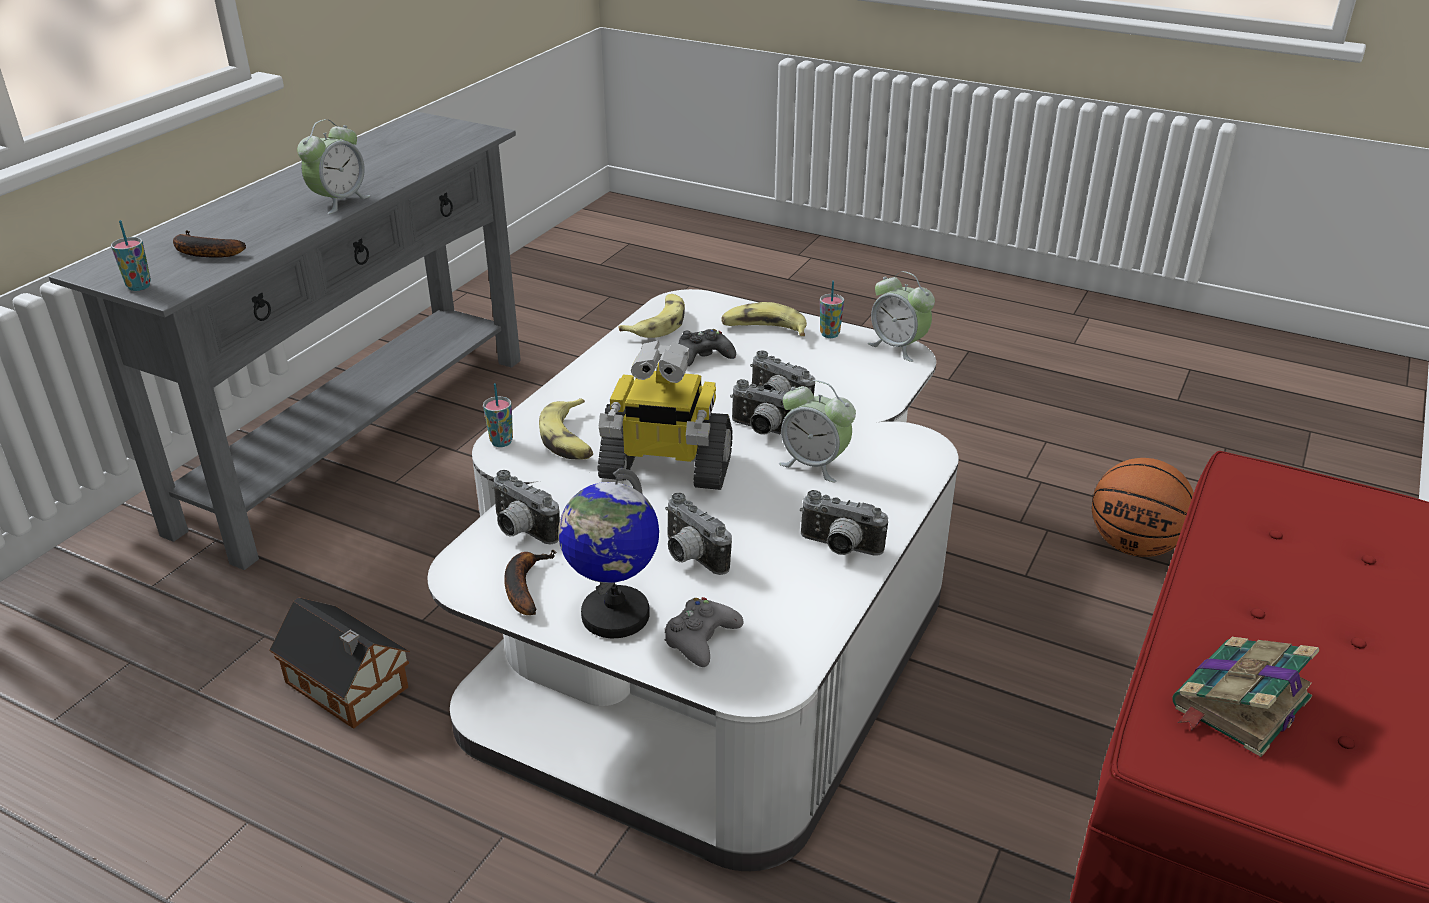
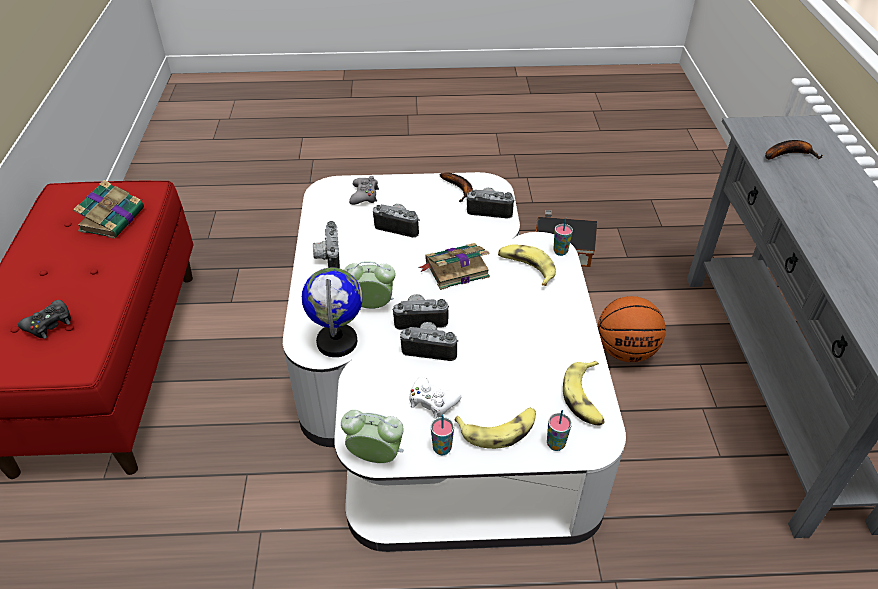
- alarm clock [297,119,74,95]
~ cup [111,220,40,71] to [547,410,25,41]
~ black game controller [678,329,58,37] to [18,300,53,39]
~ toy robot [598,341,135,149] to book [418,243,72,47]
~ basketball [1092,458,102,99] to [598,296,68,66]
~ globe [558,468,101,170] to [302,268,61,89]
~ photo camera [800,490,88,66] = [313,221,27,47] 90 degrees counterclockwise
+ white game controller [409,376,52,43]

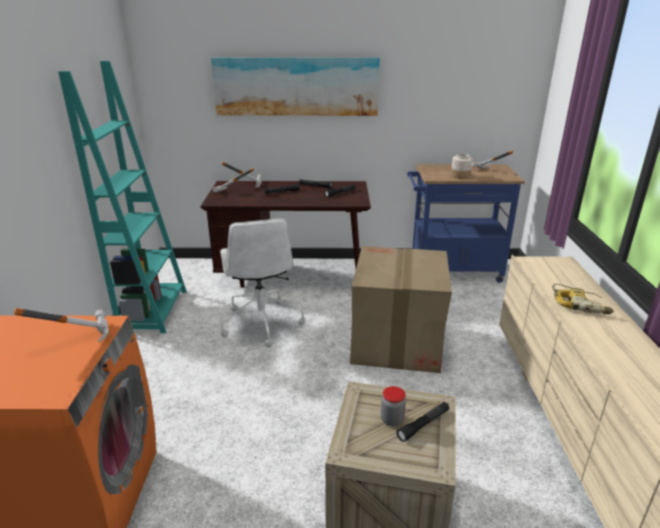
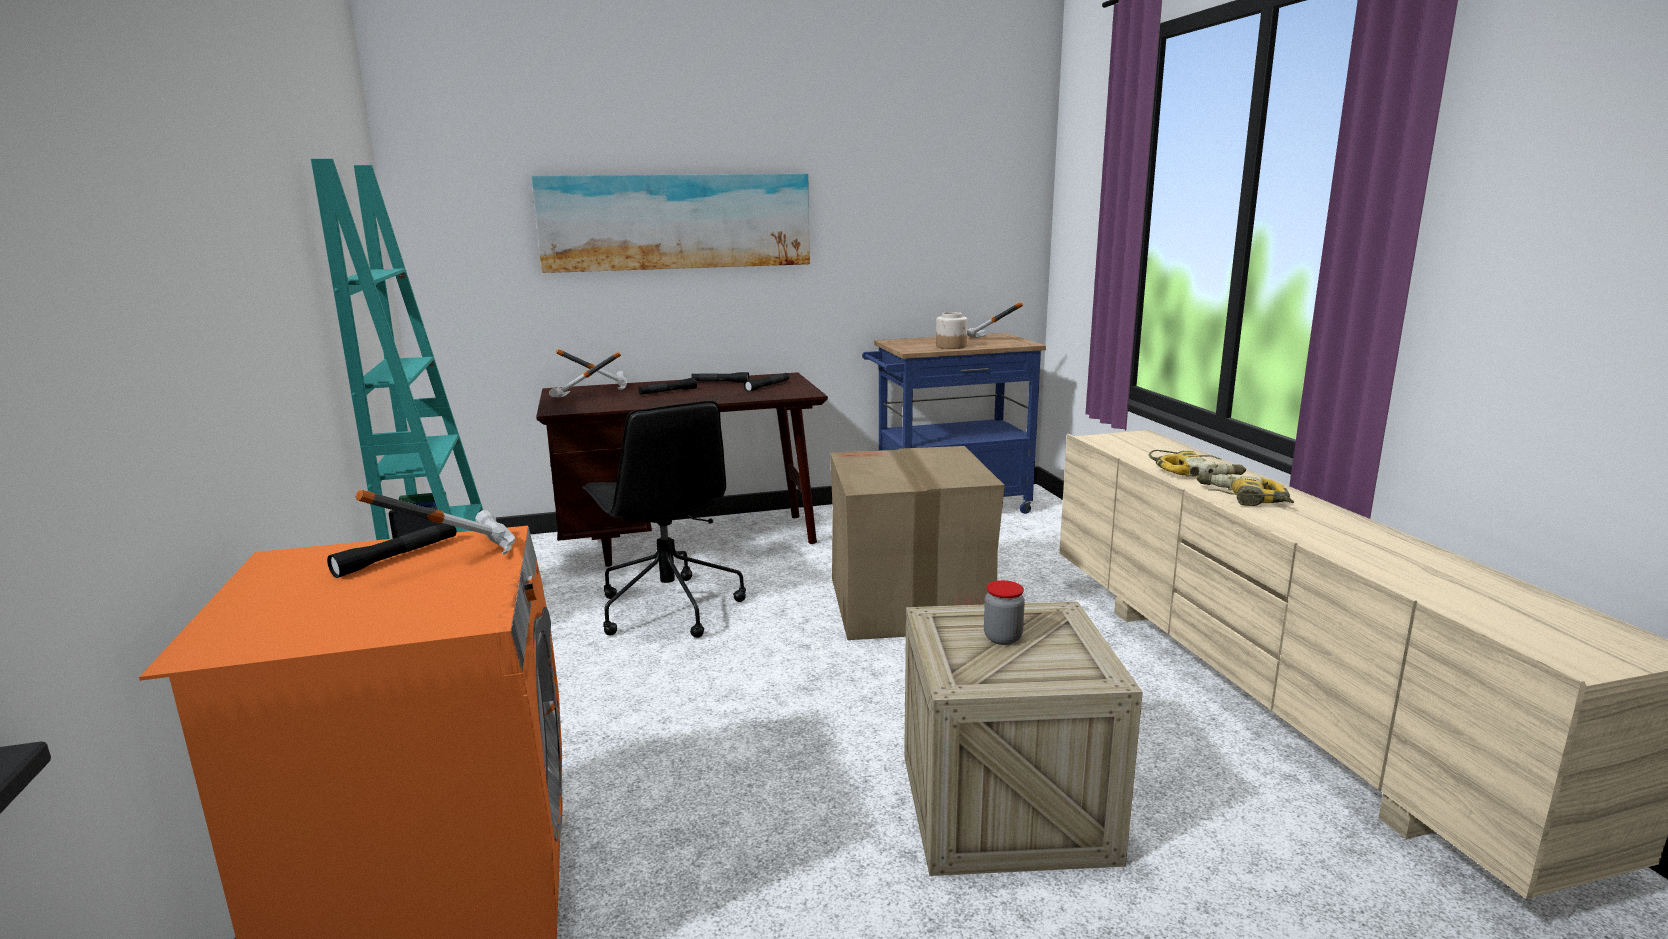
~ white office chair [220,218,85,129] to black office chair [582,401,164,237]
~ black flashlight [397,402,52,40] to [327,523,129,55]
+ power drill [1196,473,98,33]

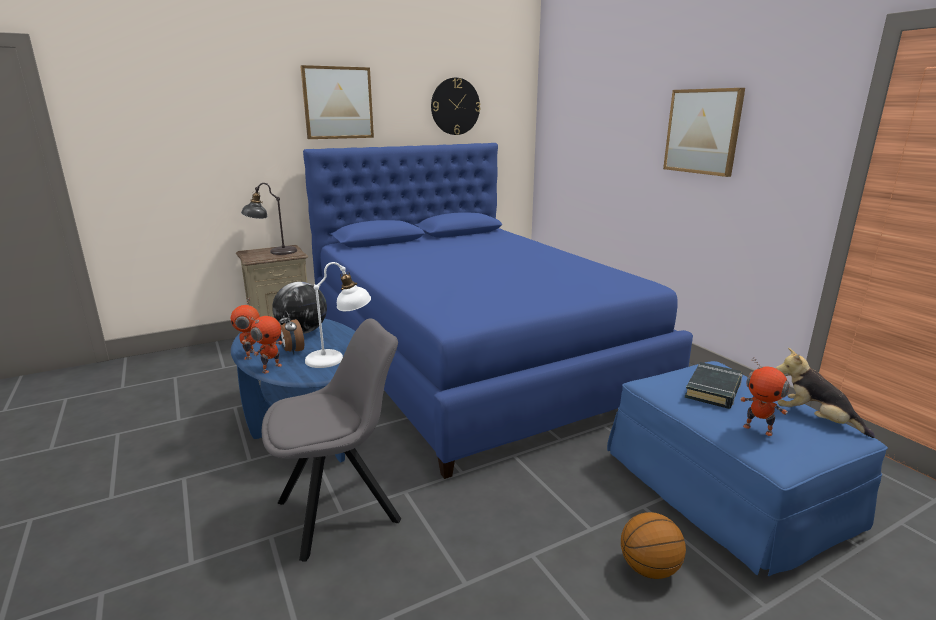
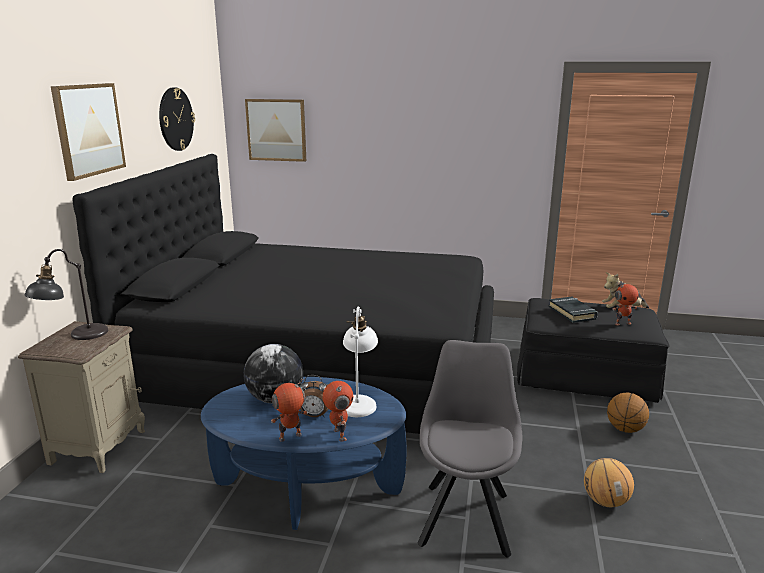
~ picture [663,88,82,89] to [245,99,61,63]
~ blue bed [303,143,390,336] to black bed [72,154,422,280]
~ toy robot [231,297,29,63] = [271,379,37,63] 120 degrees clockwise
~ blue ottoman [607,361,281,215] to black ottoman [517,298,152,105]
+ basketball [584,458,50,49]

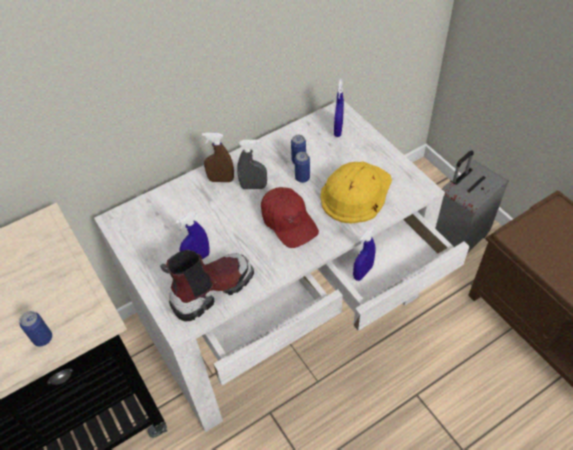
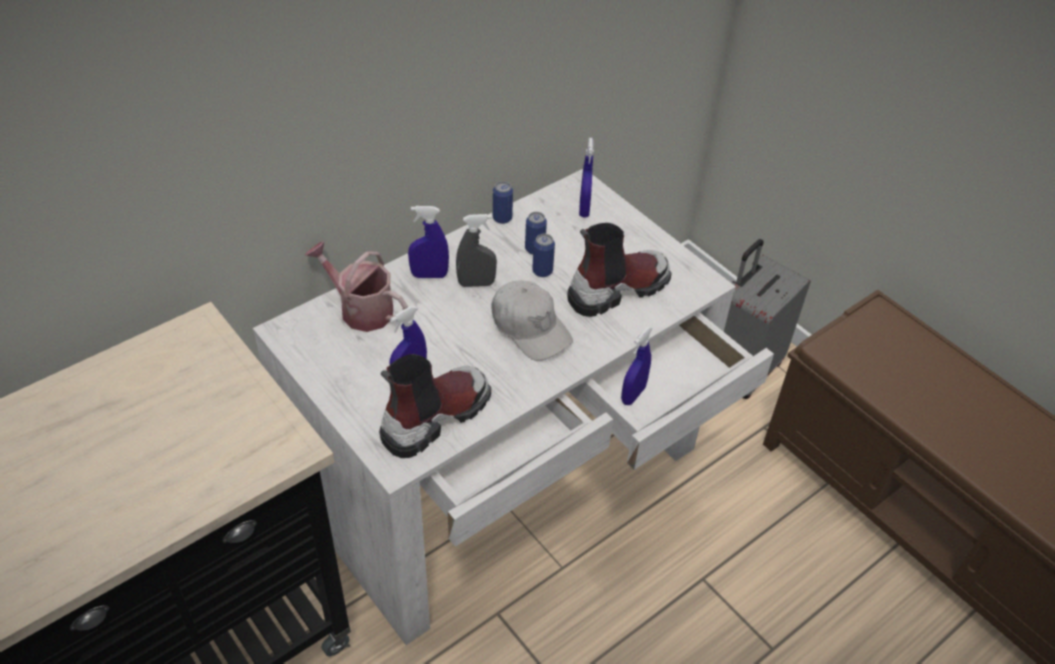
~ brown spray bottle [202,133,32,49] to blue spray bottle [408,206,41,72]
~ yellow hard hat [320,161,72,63] to boot [568,223,104,94]
~ red cap [261,187,58,61] to white cap [491,280,82,81]
~ can [20,311,32,36] to [493,181,20,43]
+ watering can [305,242,103,90]

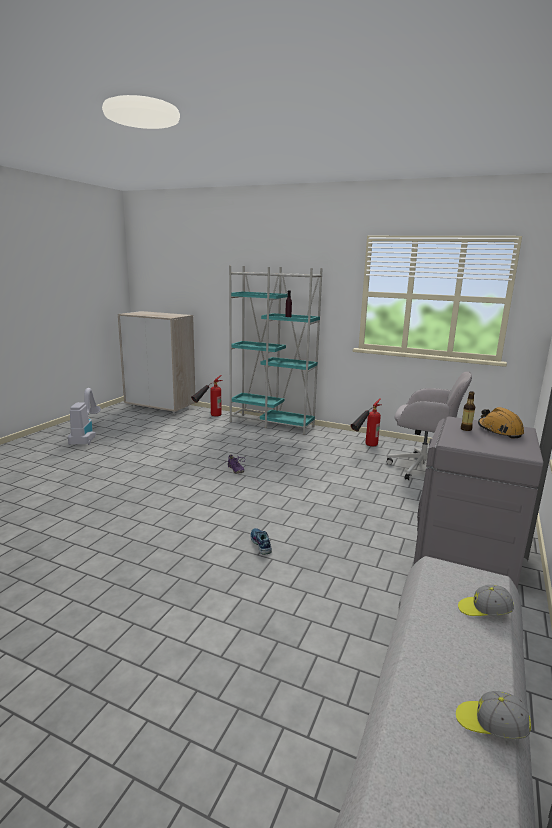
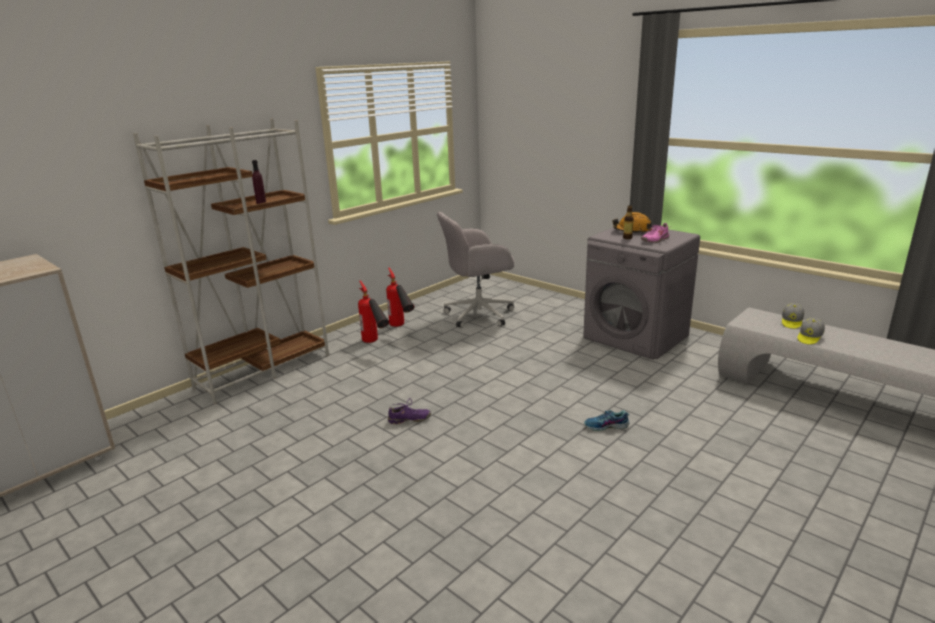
~ turquoise bookcase [229,266,94,169] to brown bookcase [133,119,196,285]
~ grey office chair [386,372,86,108] = [437,212,77,116] 150 degrees counterclockwise
~ fire extinguisher [191,375,32,41] to [358,281,31,62]
- vacuum cleaner [68,388,33,57]
~ cap [456,691,75,48] to [797,318,28,27]
+ pink shoe [641,223,29,20]

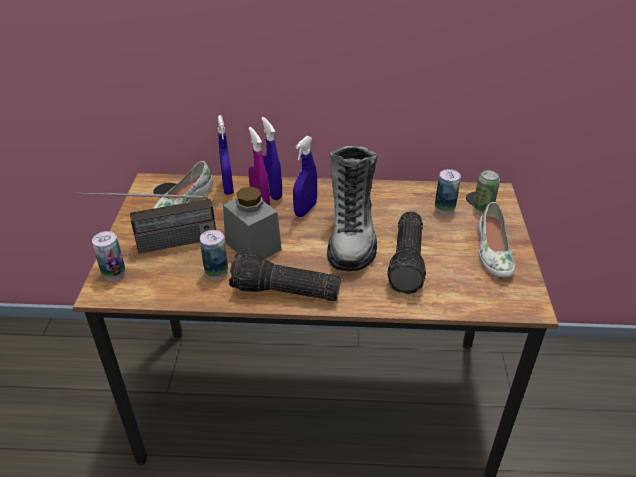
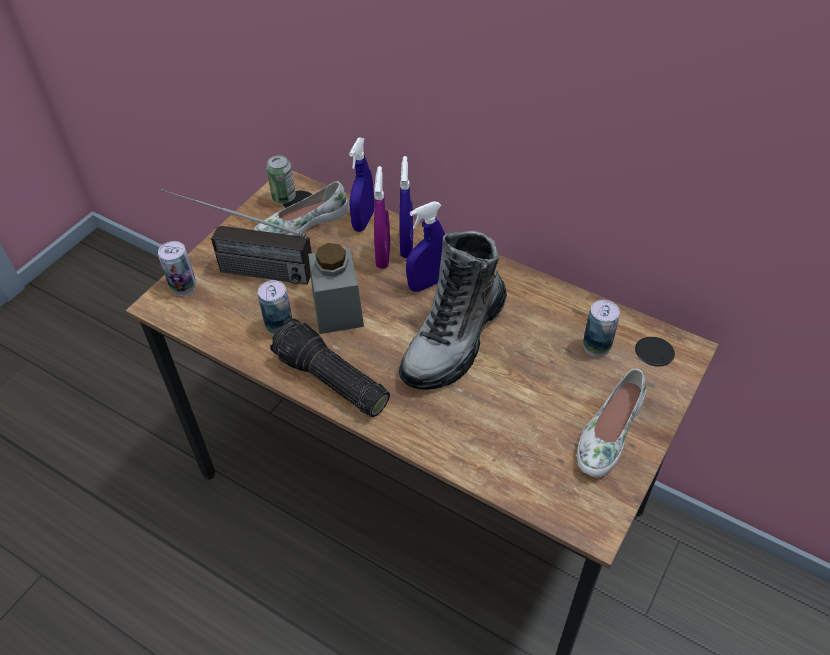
~ can [473,170,27,42] to [266,155,30,49]
- flashlight [387,211,39,83]

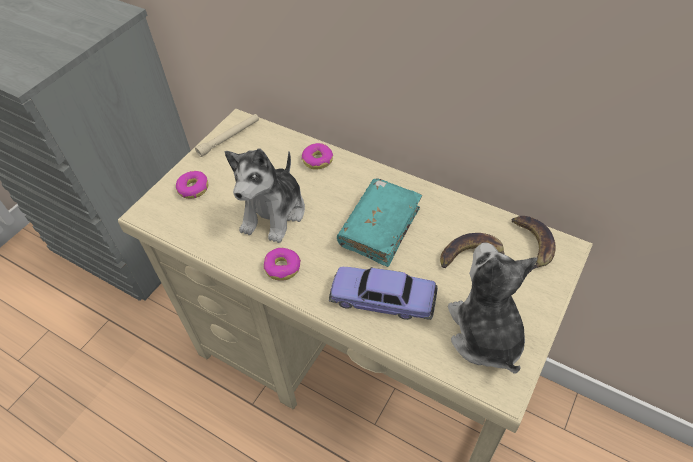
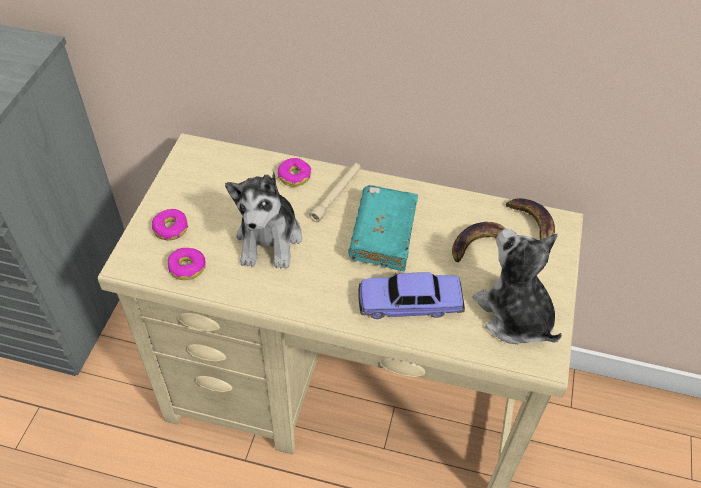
~ beige flashlight [195,114,64,43] to [309,163,52,59]
~ donut [264,248,37,33] to [168,248,38,32]

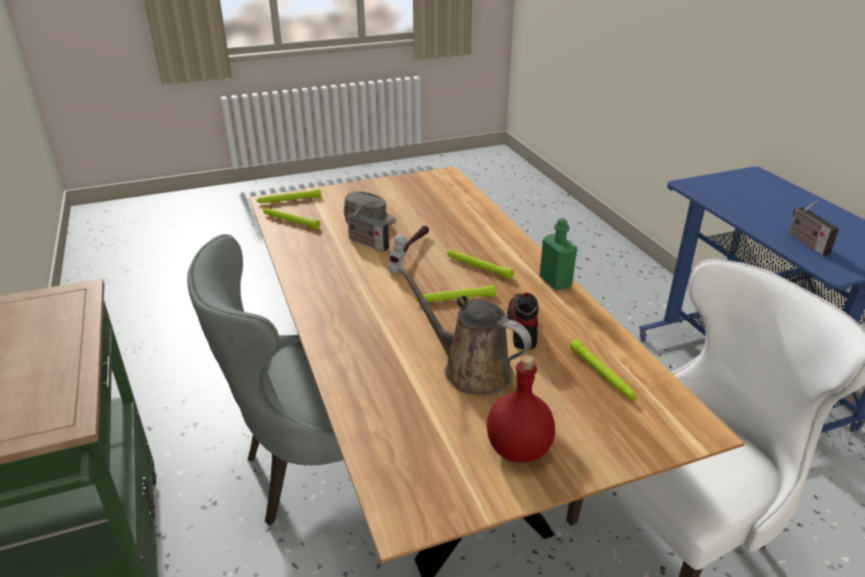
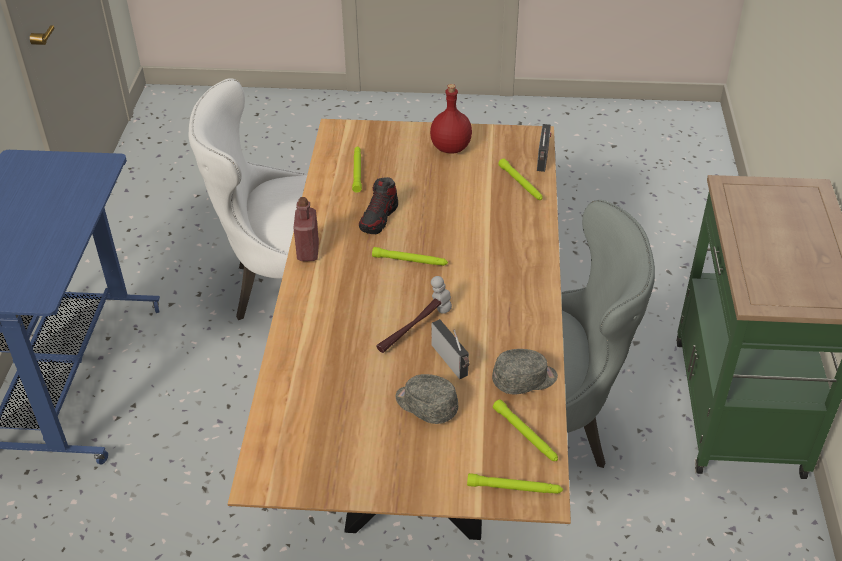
~ radio [789,200,50,56] to [537,124,14,48]
~ green bottle [540,218,37,72] to red bottle [293,197,26,64]
~ green flashlight [447,250,67,29] to [498,158,45,42]
- brown watering can [398,266,134,130]
+ grey cap [492,349,66,45]

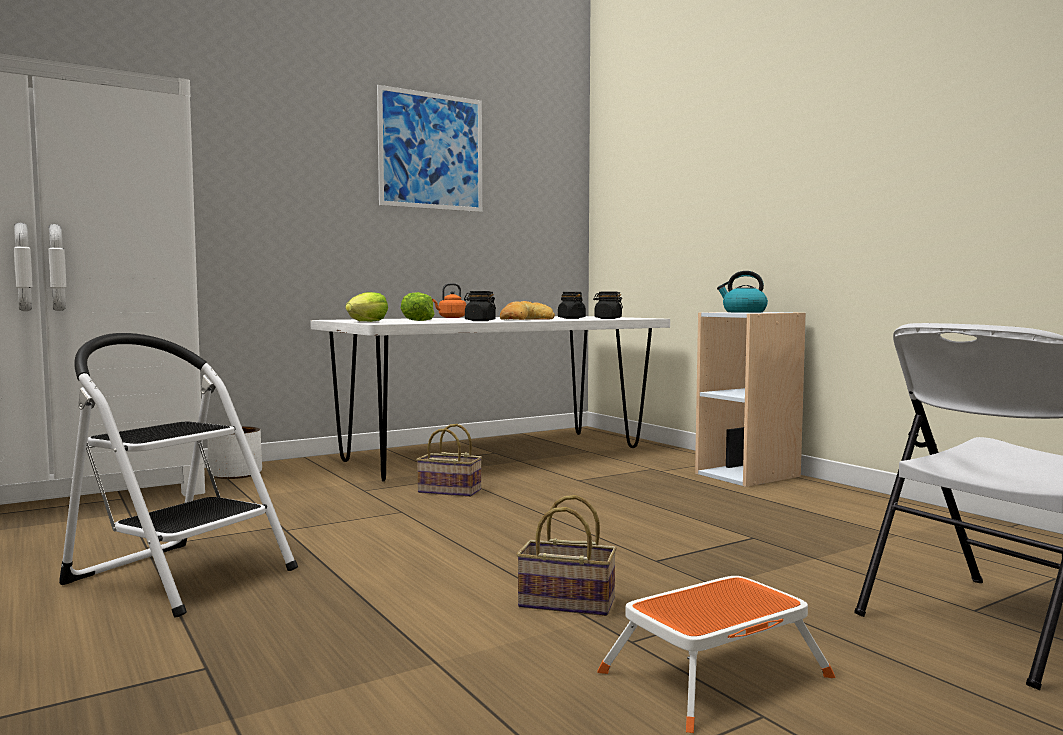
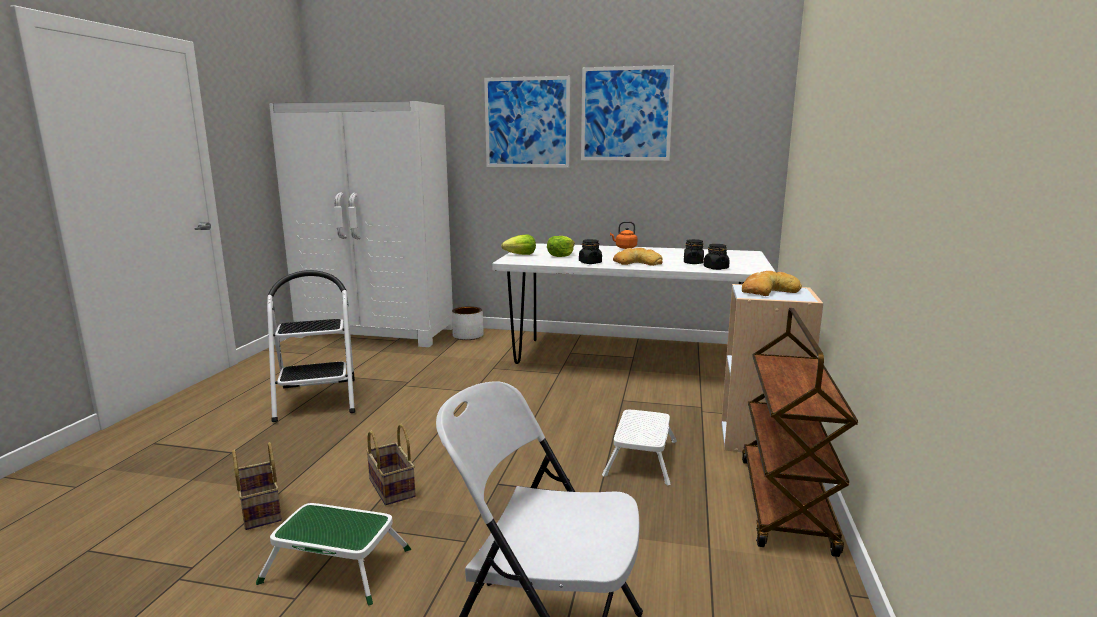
~ kettle [717,271,51,42] to bread [742,271,60,25]
~ basket [416,424,66,73] to [232,442,50,88]
~ orange step ladder [597,576,238,157] to green step ladder [256,503,155,103]
+ picture [484,76,86,92]
+ brown cart [742,308,116,249]
+ white step ladder [602,410,75,75]

